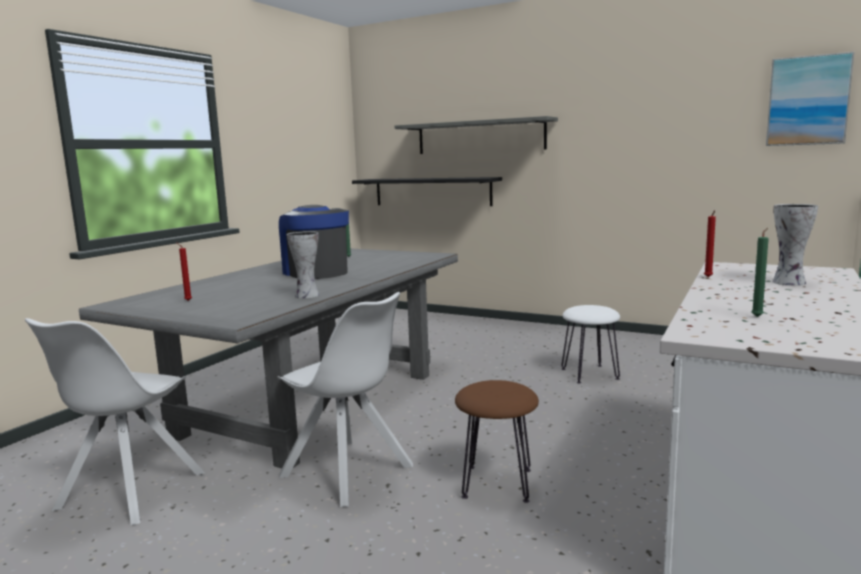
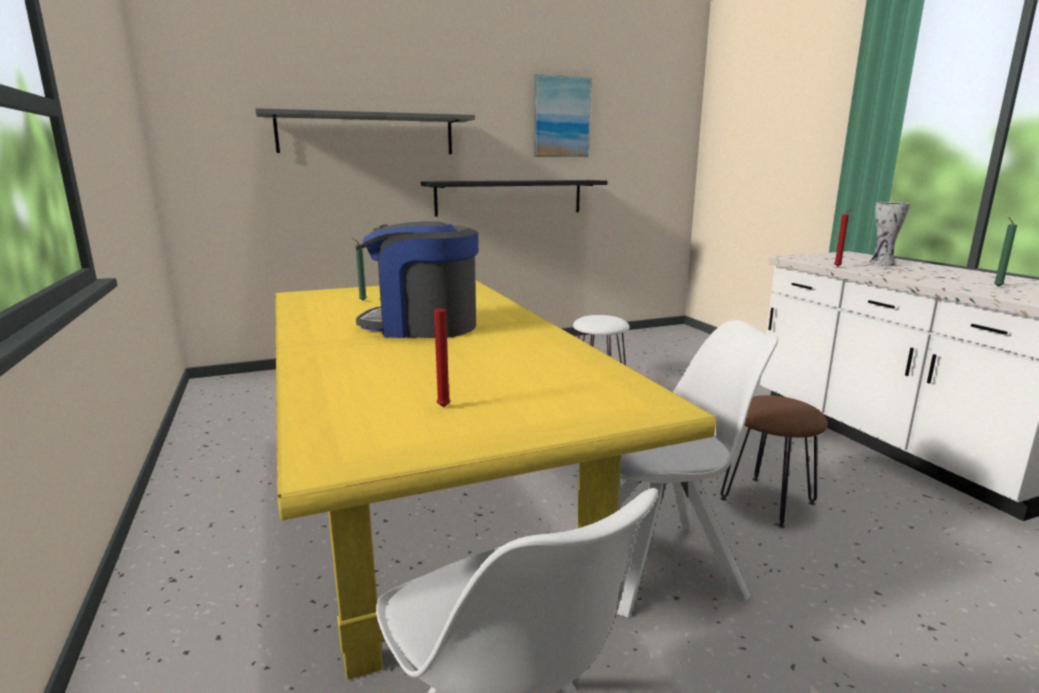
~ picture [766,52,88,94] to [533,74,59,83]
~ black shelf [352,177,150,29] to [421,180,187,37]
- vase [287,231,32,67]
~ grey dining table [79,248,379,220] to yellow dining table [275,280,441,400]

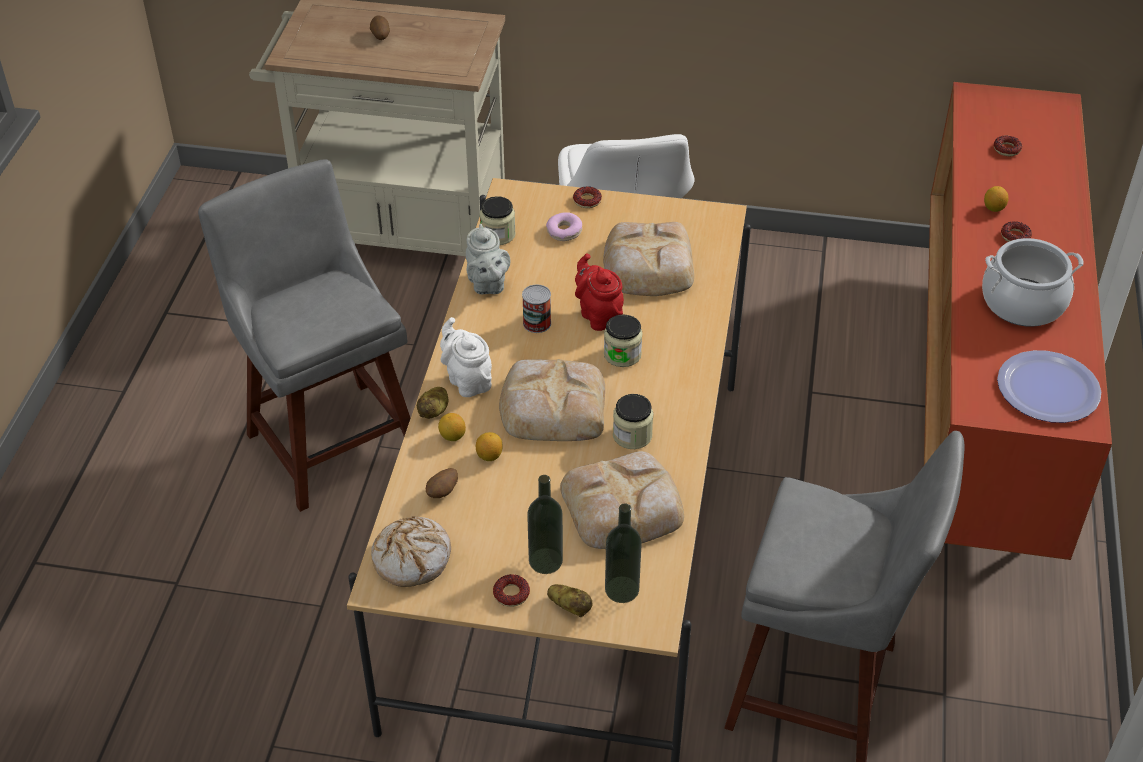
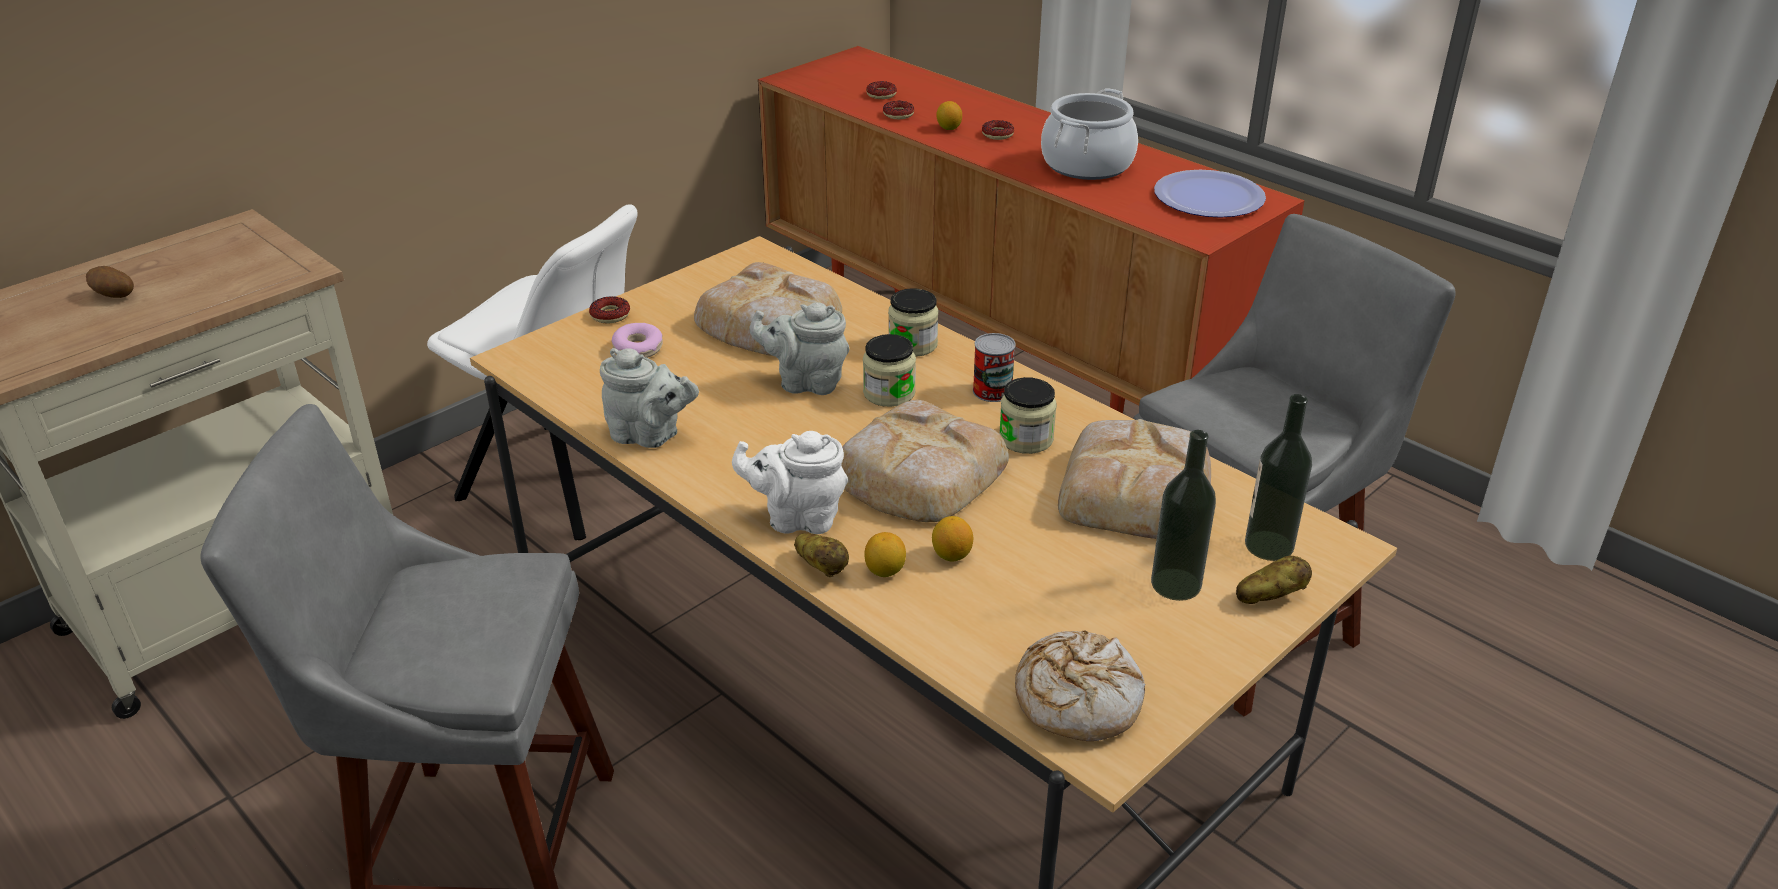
~ jar [480,196,36,49] to [888,288,51,69]
~ red teapot [575,253,49,78] to grey teapot [749,302,101,93]
~ can [522,285,29,48] to [973,333,43,69]
- potato [426,468,32,30]
~ donut [493,574,37,33] to [883,101,31,18]

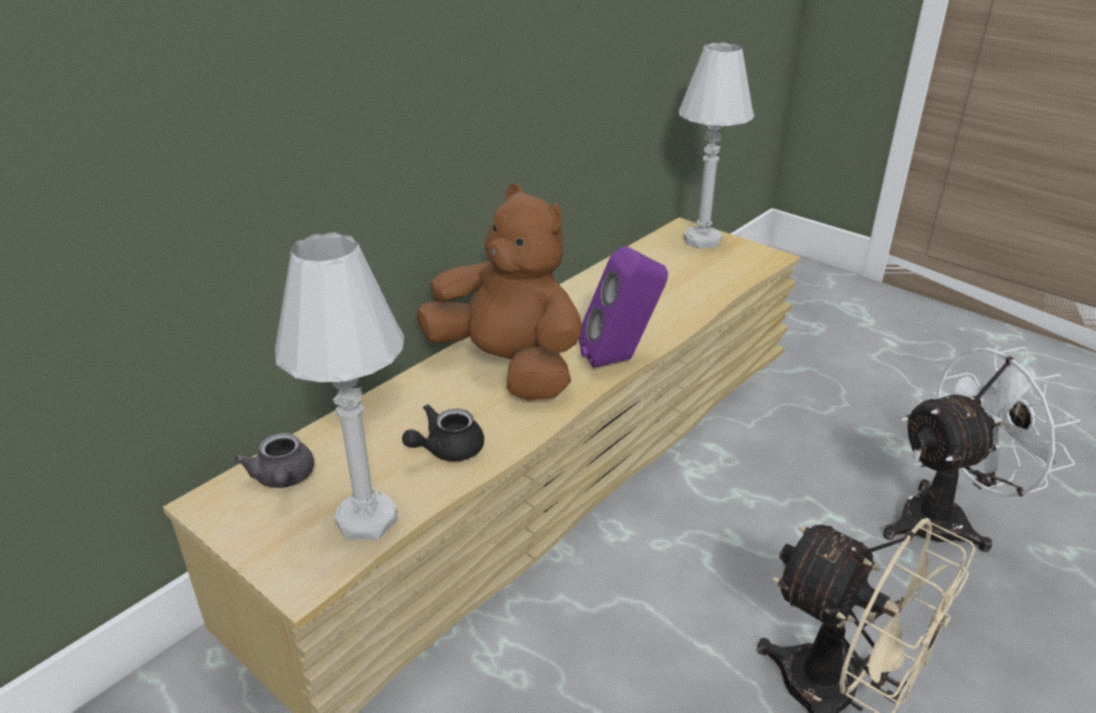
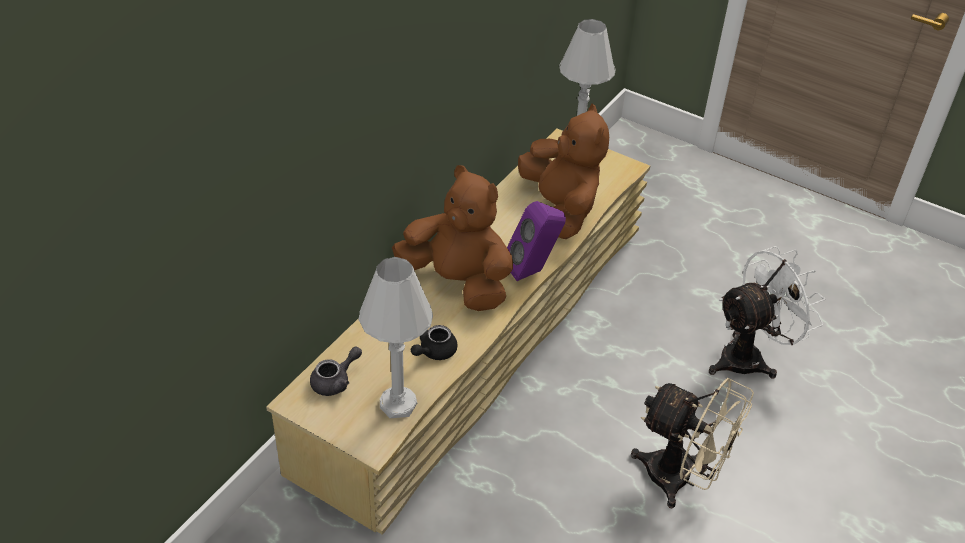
~ grey teapot [235,433,79,55] = [310,346,52,50] 105 degrees counterclockwise
+ brown plush toy [518,104,91,135]

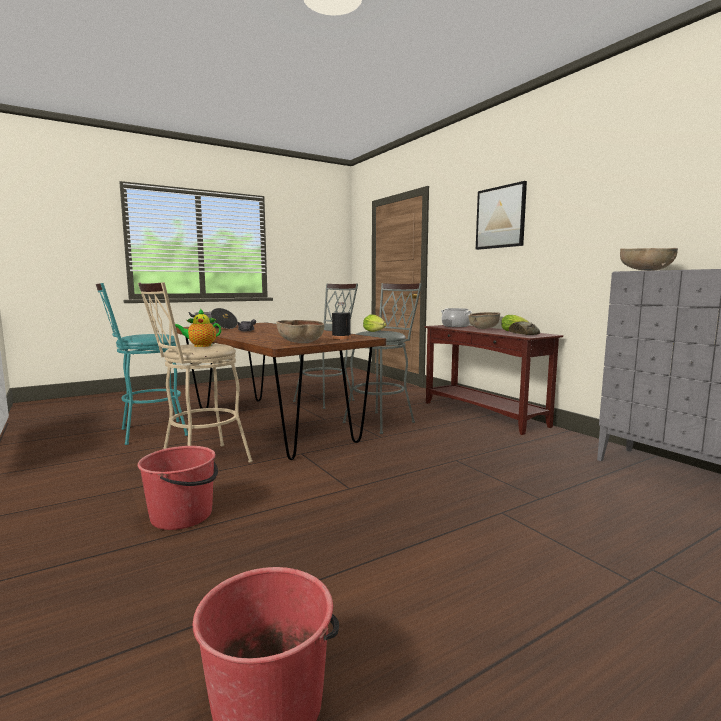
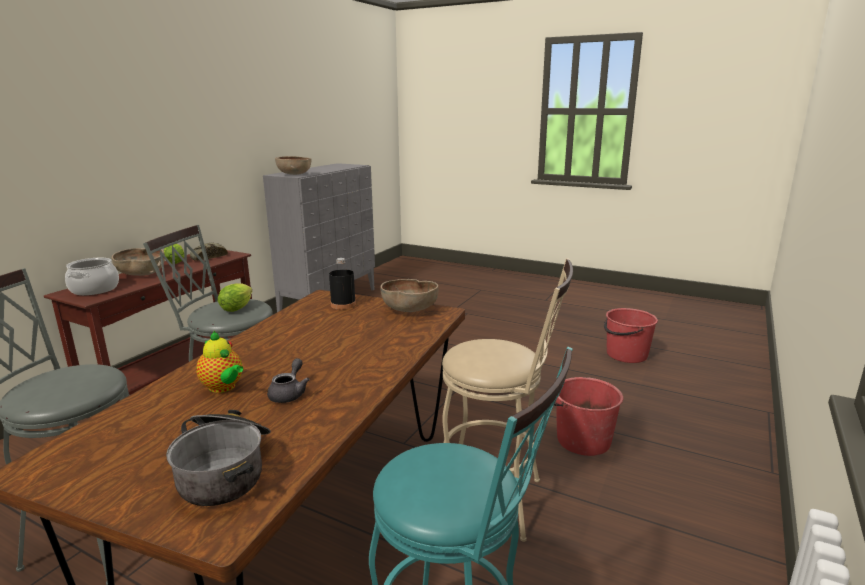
- picture [476,181,51,69]
~ teapot [175,309,46,38] to [196,331,47,62]

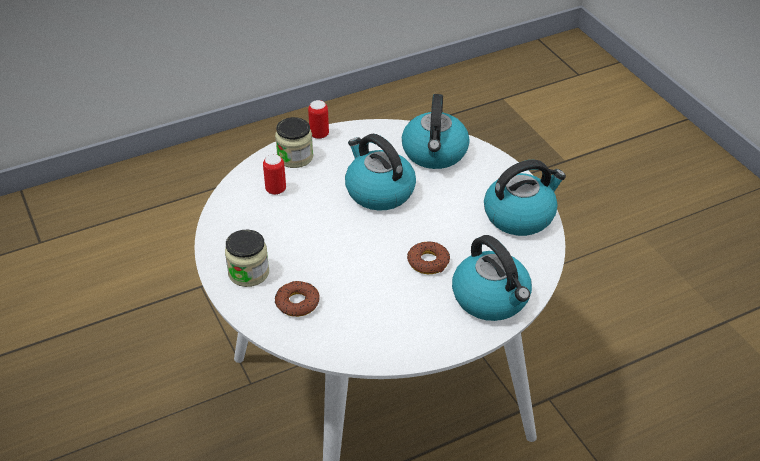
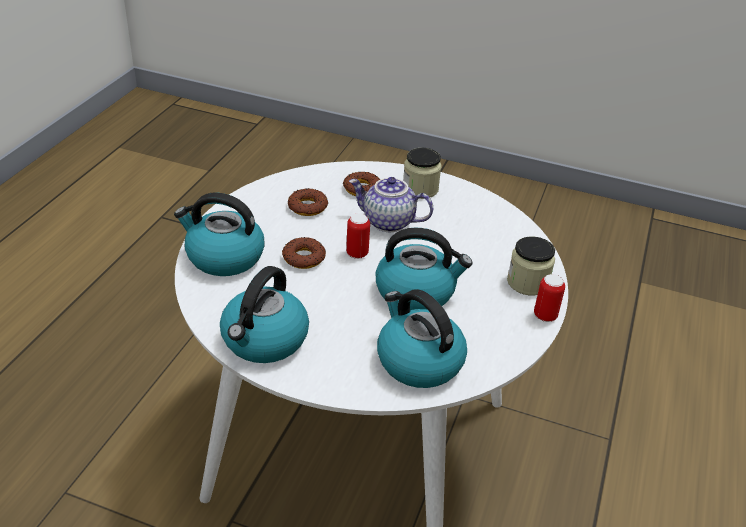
~ can [263,154,23,41] to [346,214,24,45]
+ teapot [349,177,84,55]
+ donut [288,188,40,28]

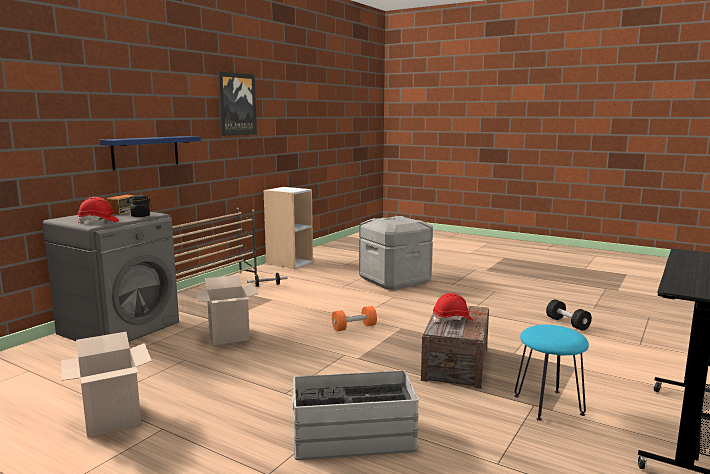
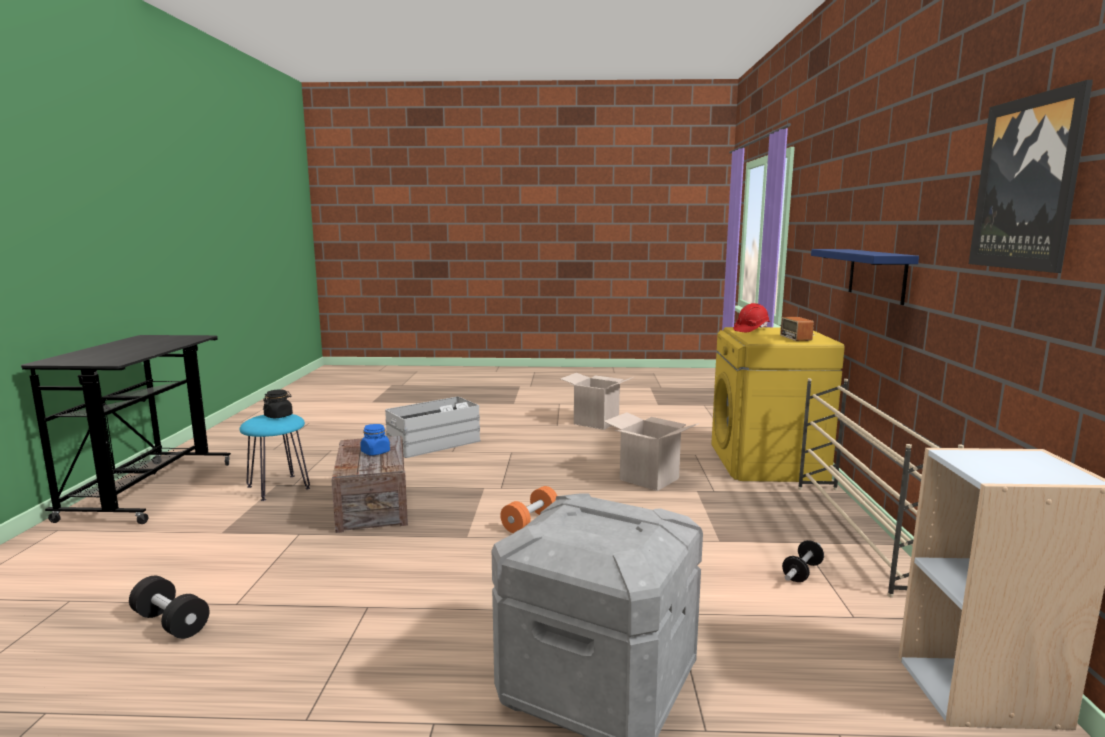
~ black jar [127,195,25,22] to [263,389,30,29]
~ grey washing machine [43,212,136,130] to yellow washing machine [711,327,134,155]
~ red hard hat [433,293,40,30] to blue jar [361,424,29,32]

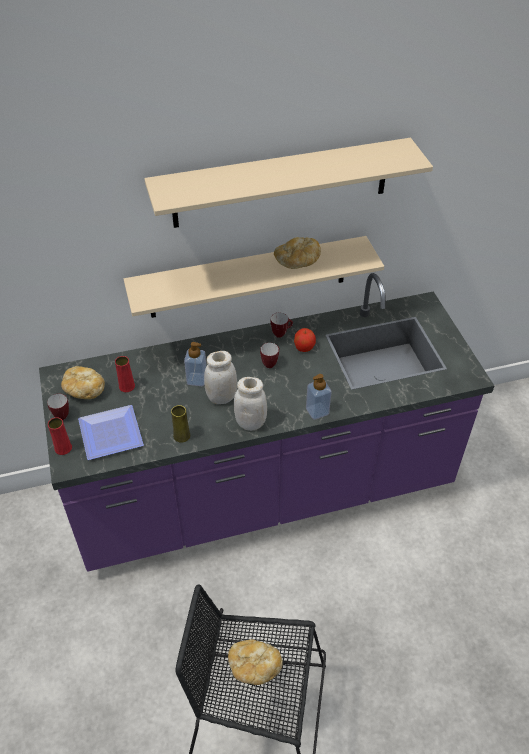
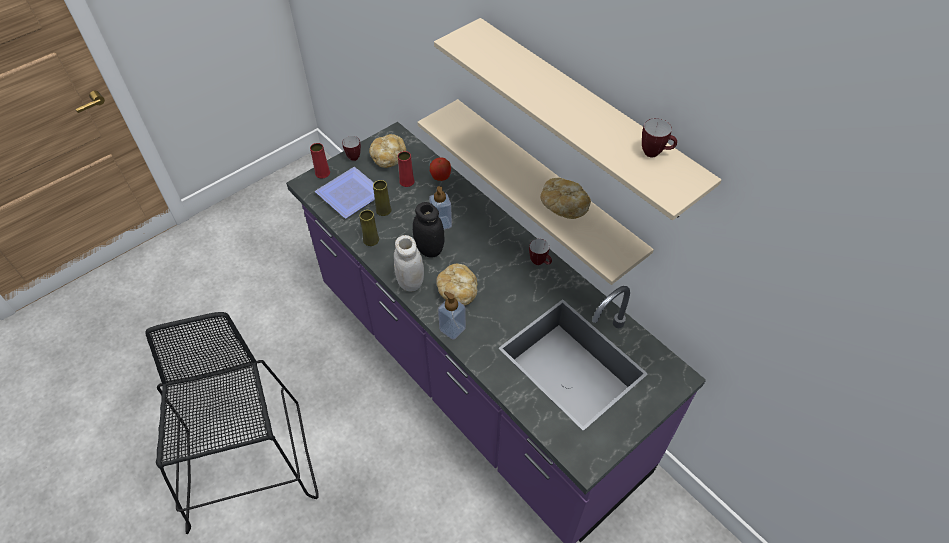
~ apple [294,328,22,24] to [430,157,21,24]
~ mug [260,343,20,25] to [642,118,35,39]
~ white jar [204,351,33,53] to black jar [413,202,31,56]
~ bread [228,639,55,46] to [436,264,42,42]
+ yellow vase [373,180,19,36]

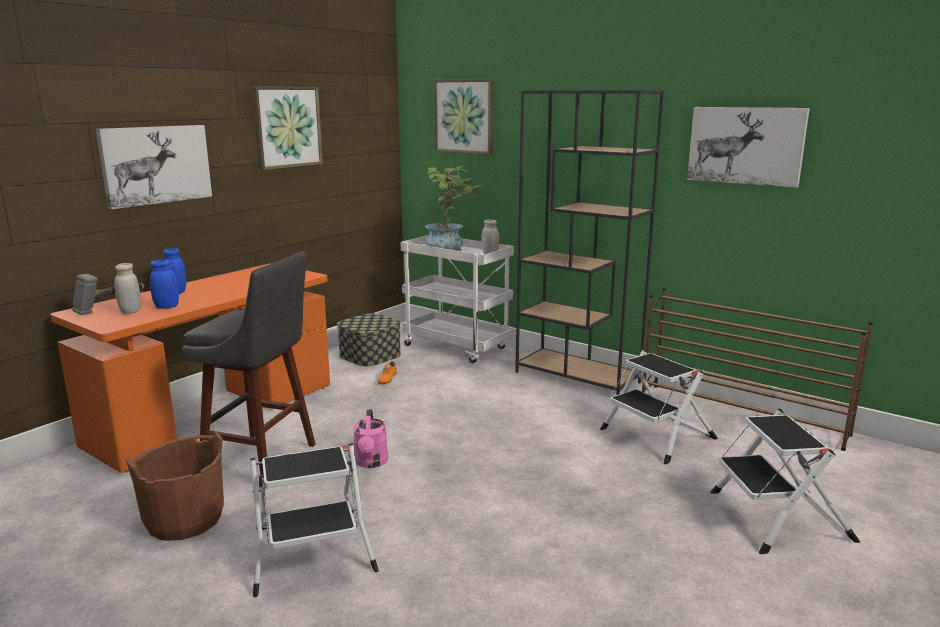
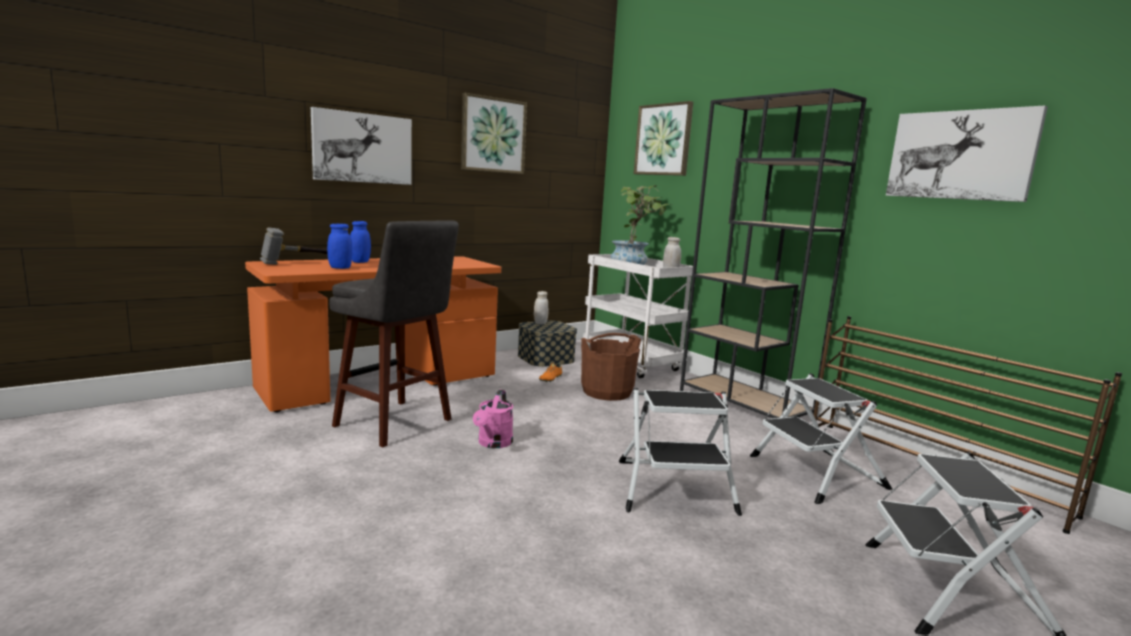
~ white jar [114,263,27,51] to [534,291,15,33]
~ brown bucket [125,430,99,111] to [581,333,60,68]
~ step ladder [250,443,129,154] to [619,388,123,128]

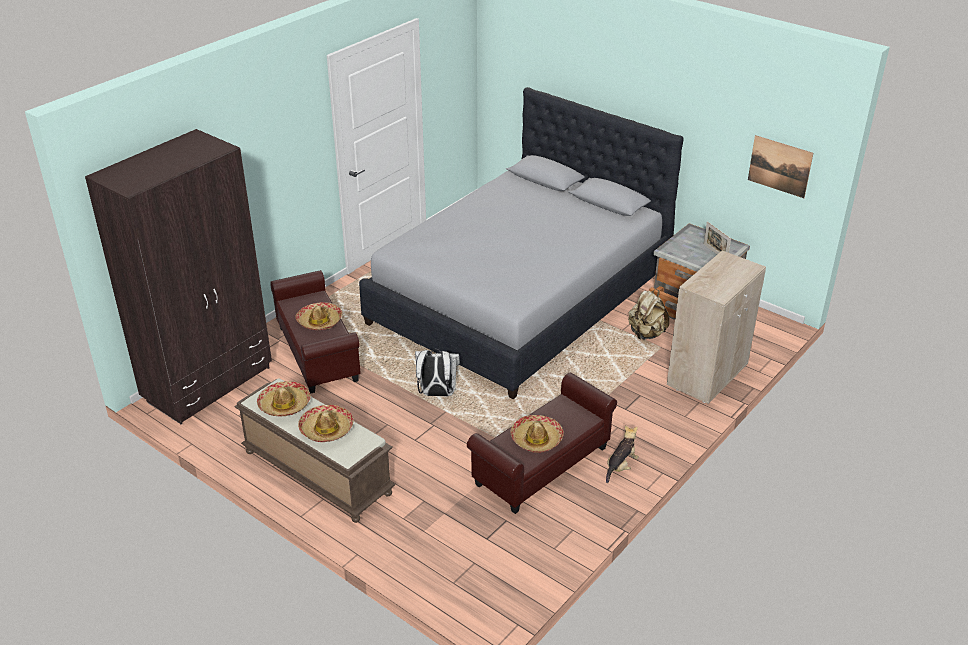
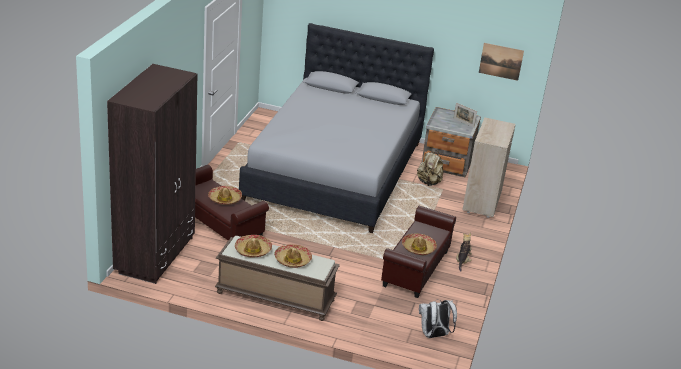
~ white backpack [415,349,45,47] to [419,299,38,39]

